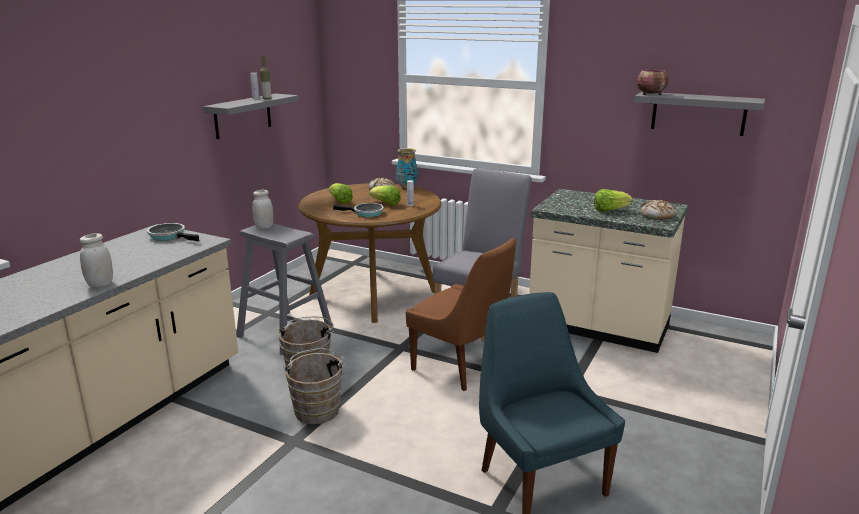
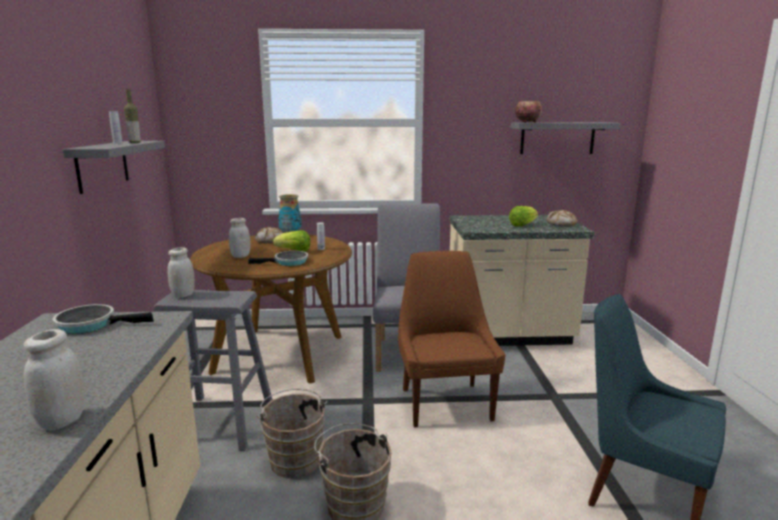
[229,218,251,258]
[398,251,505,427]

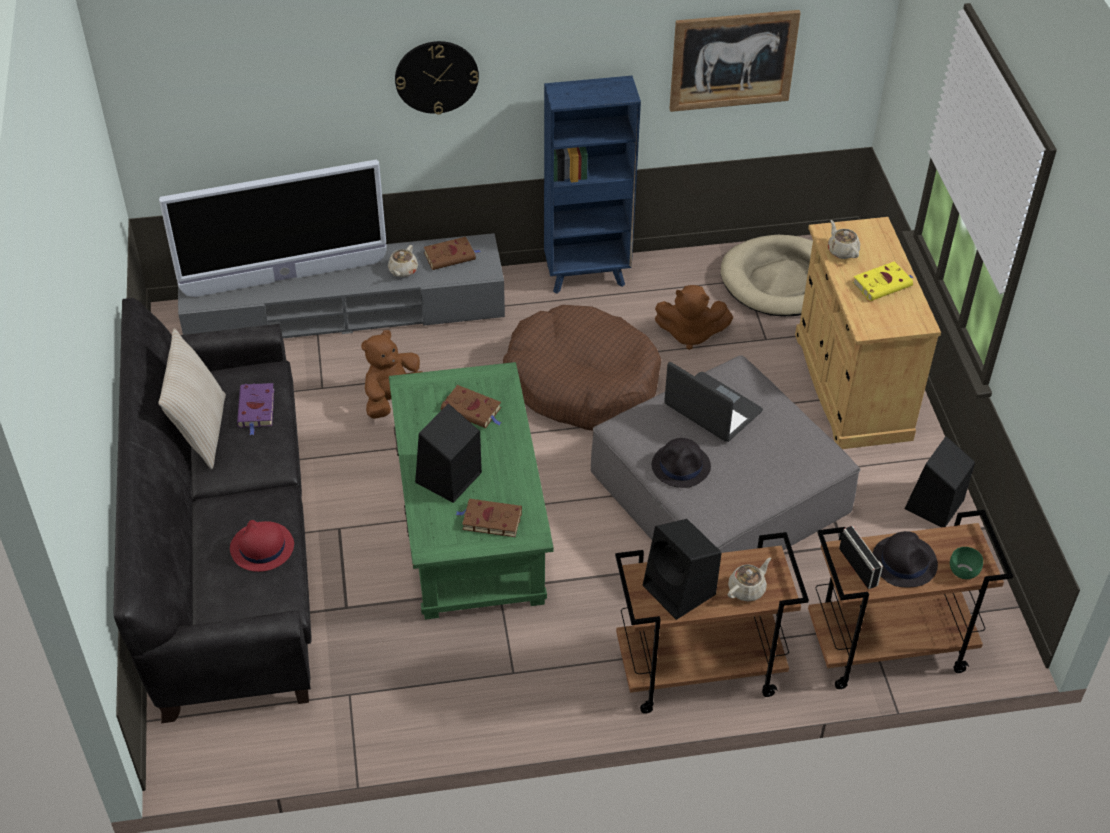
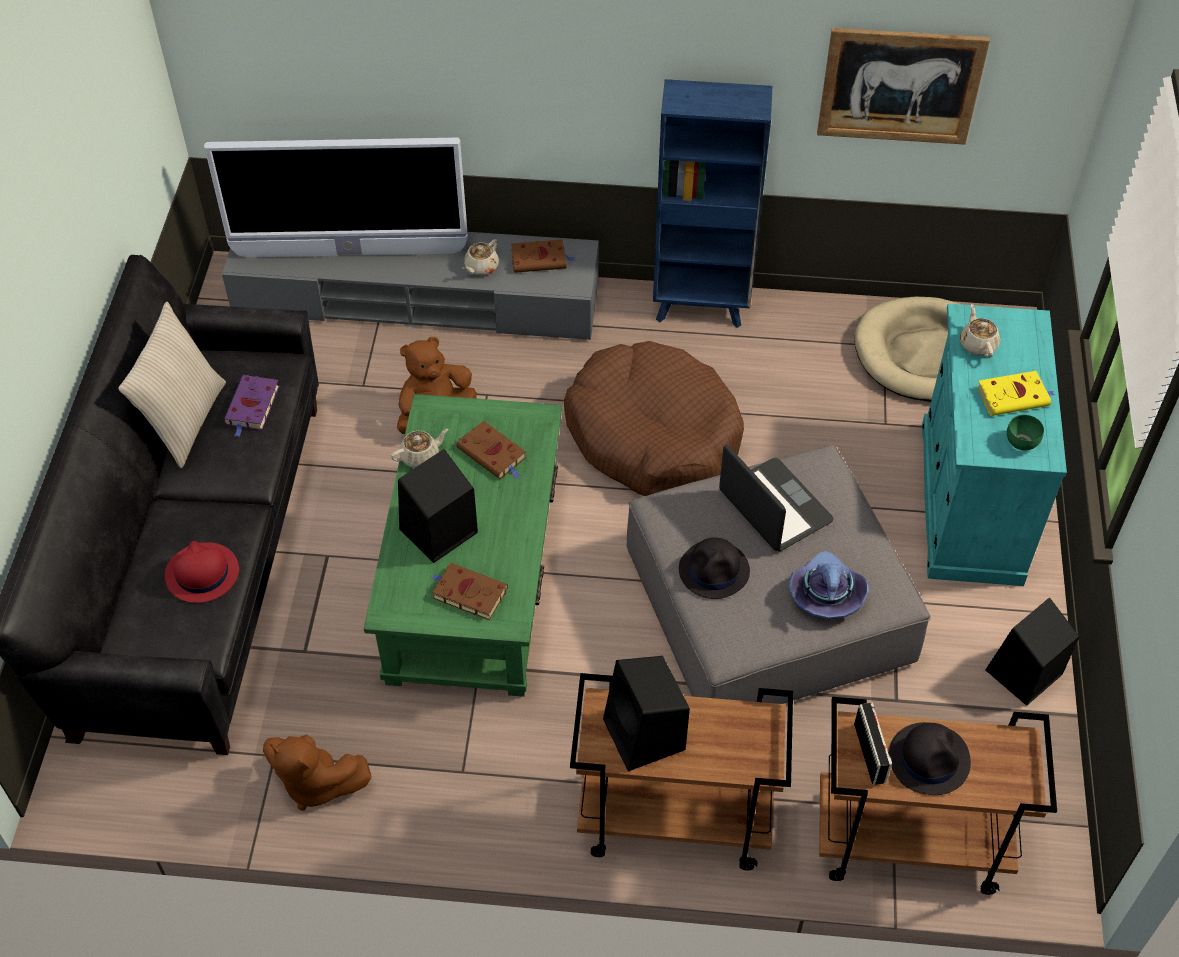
[395,41,479,115] (first image)
[789,551,869,619]
[263,735,372,811]
[391,429,449,468]
[1007,415,1044,451]
[922,304,1067,586]

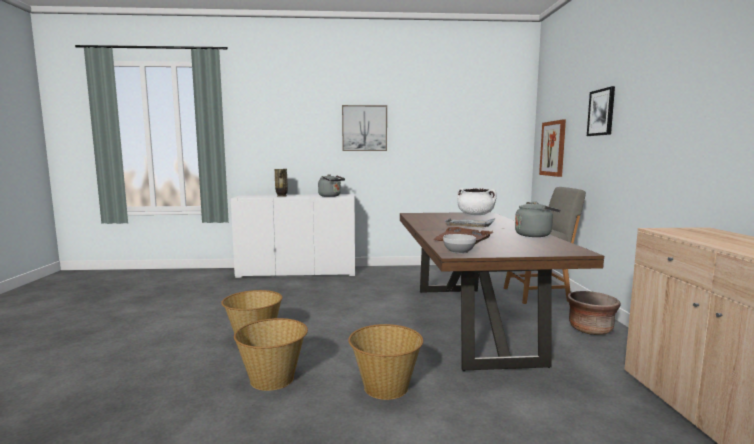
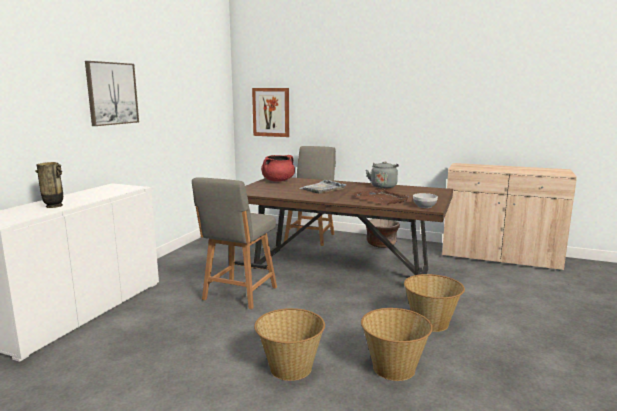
[318,174,345,197] (first image)
[587,86,615,136] (first image)
[192,177,277,309]
[261,155,295,182]

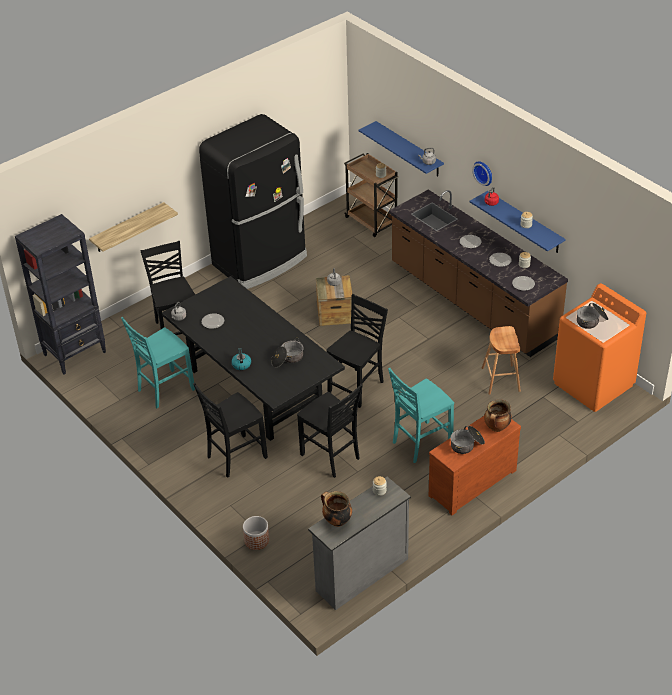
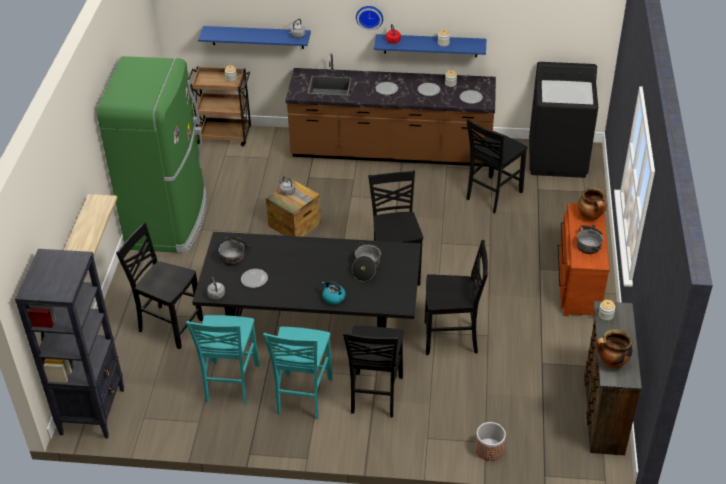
[263,327,333,419]
[218,236,250,266]
[466,119,527,213]
[97,56,207,253]
[584,301,642,455]
[529,62,598,178]

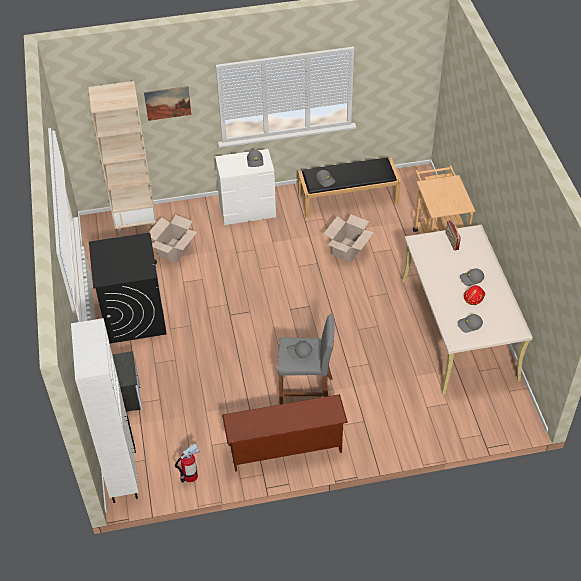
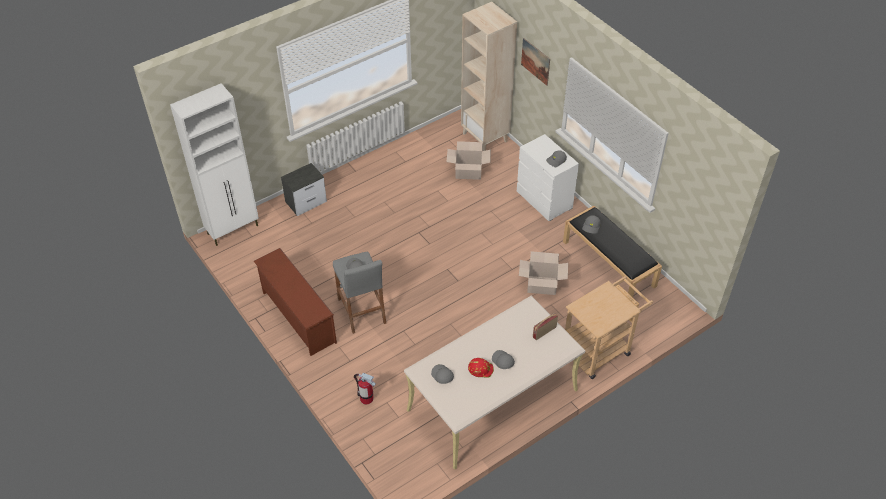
[89,233,167,344] (first image)
[354,373,376,405]

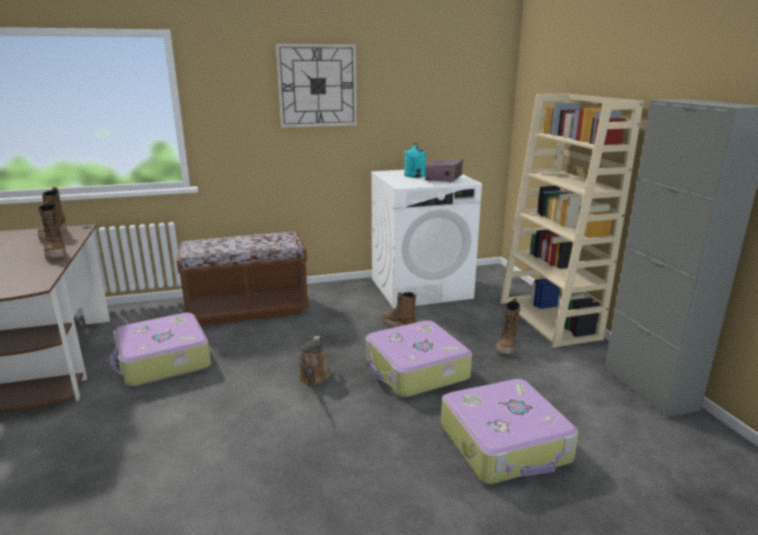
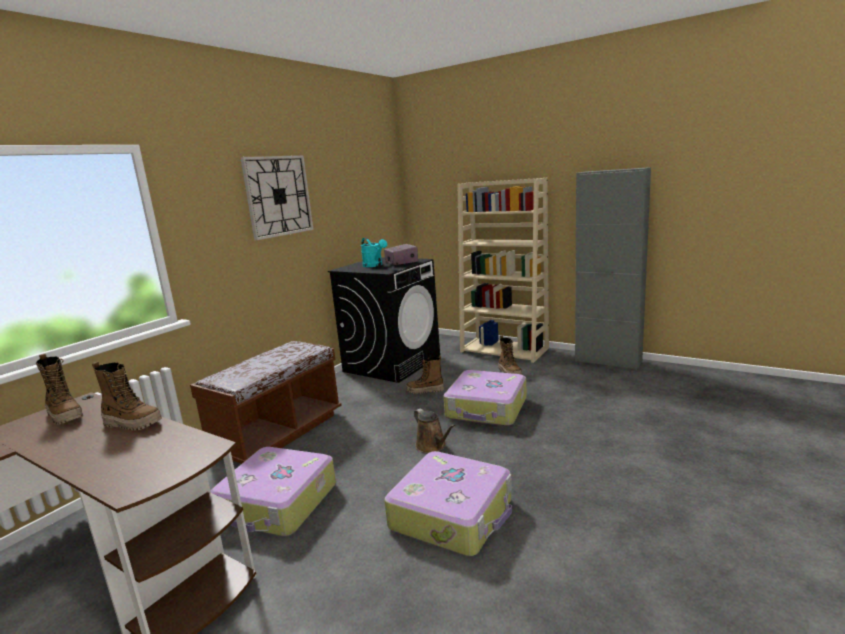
[385,451,512,556]
[328,257,440,383]

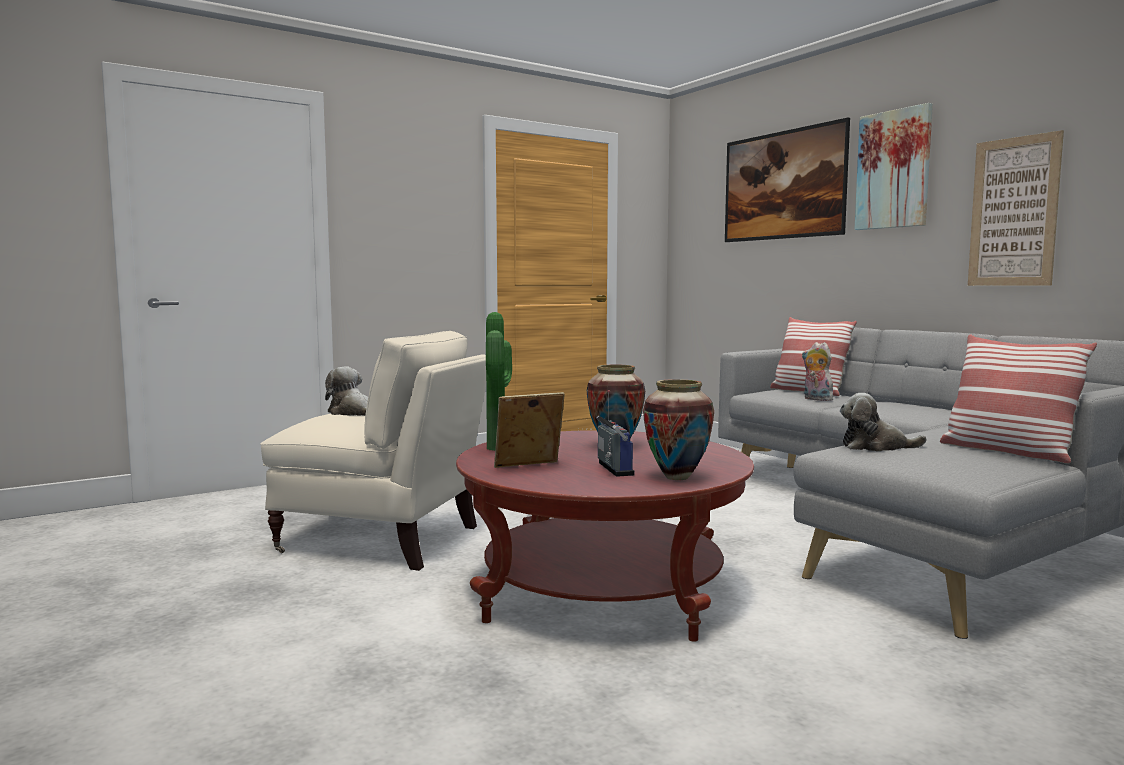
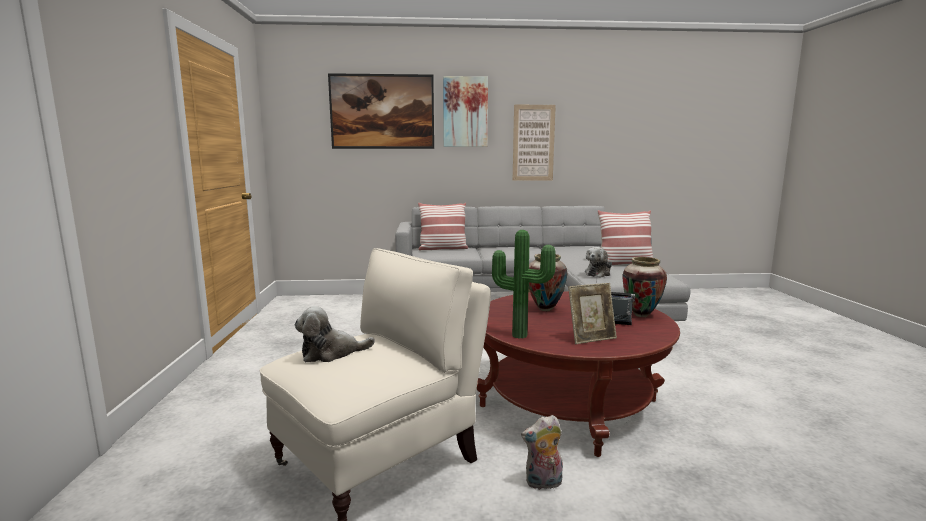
[521,415,563,490]
[568,283,617,344]

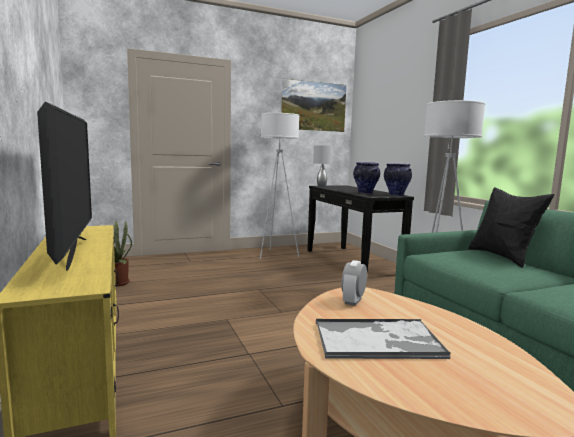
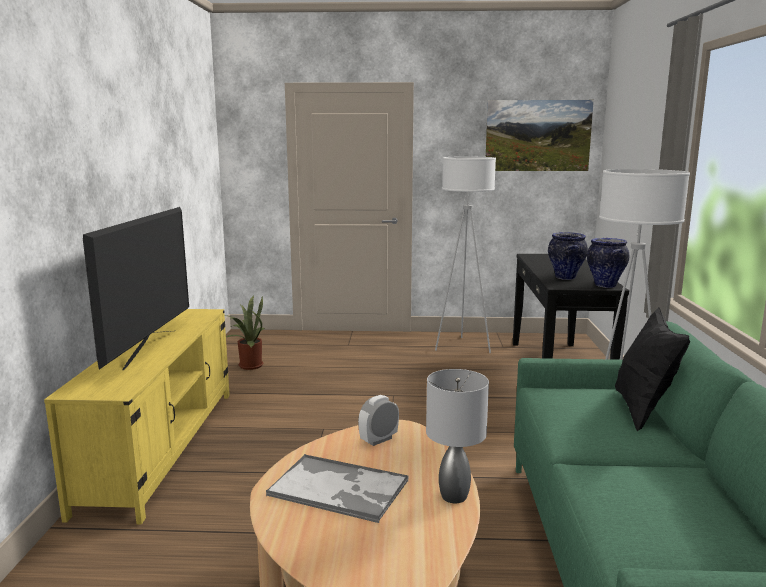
[426,369,489,503]

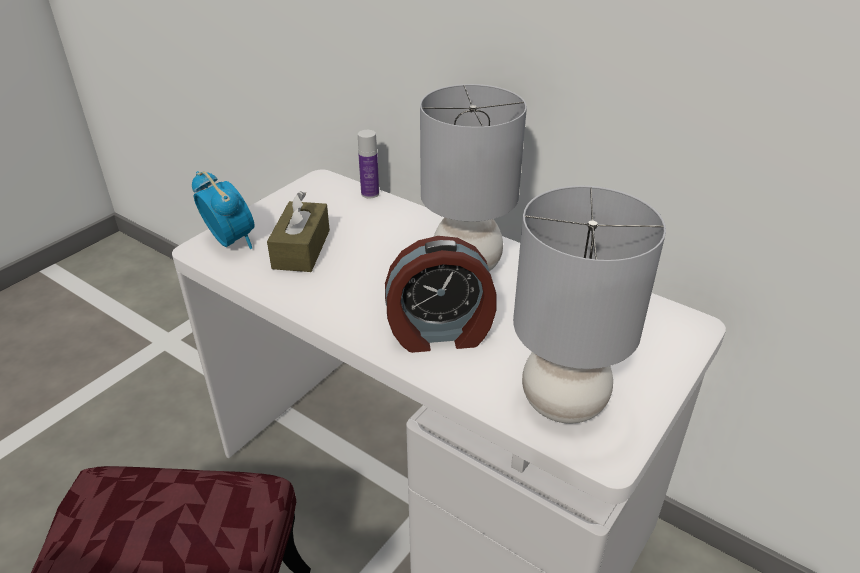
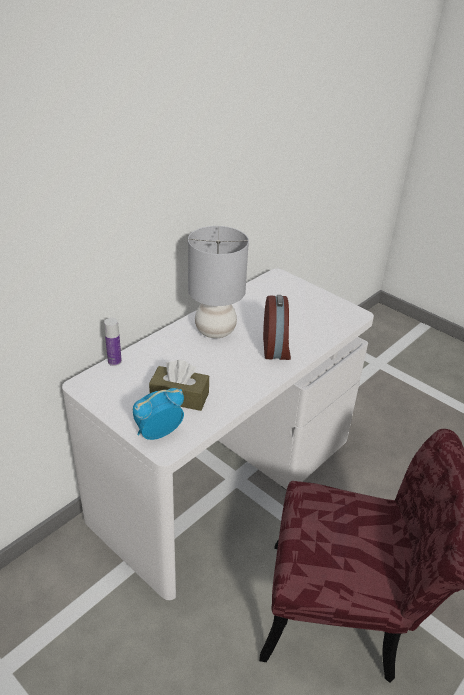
[513,186,666,424] (first image)

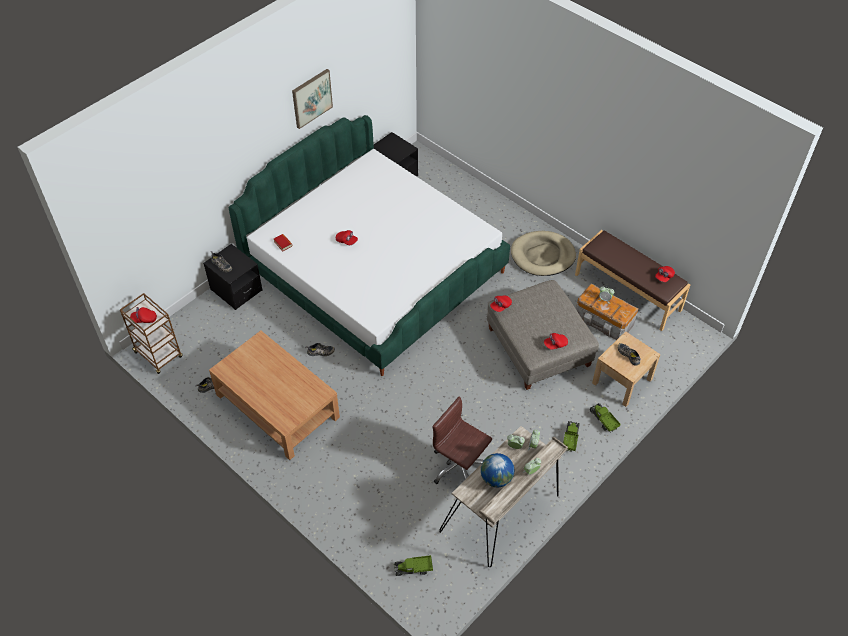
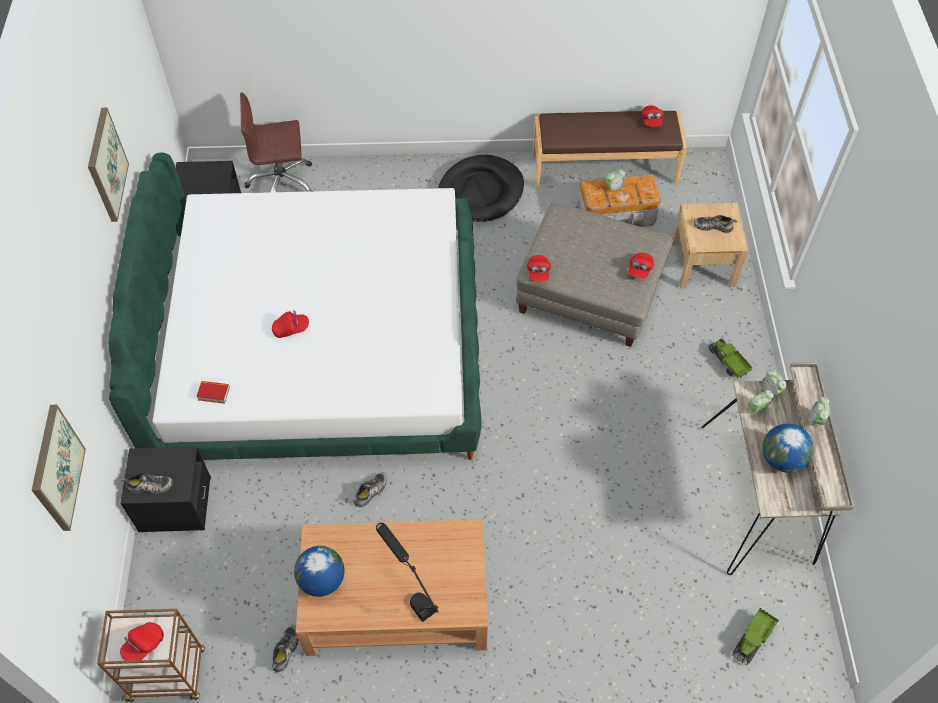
[590,403,621,432] (first image)
[31,405,86,531]
[294,546,345,597]
[376,523,439,622]
[240,92,312,192]
[438,155,524,222]

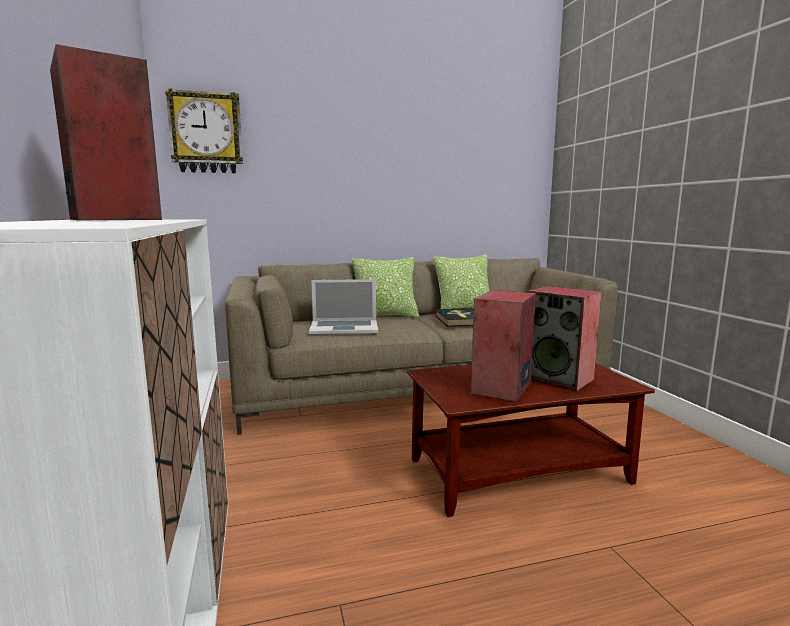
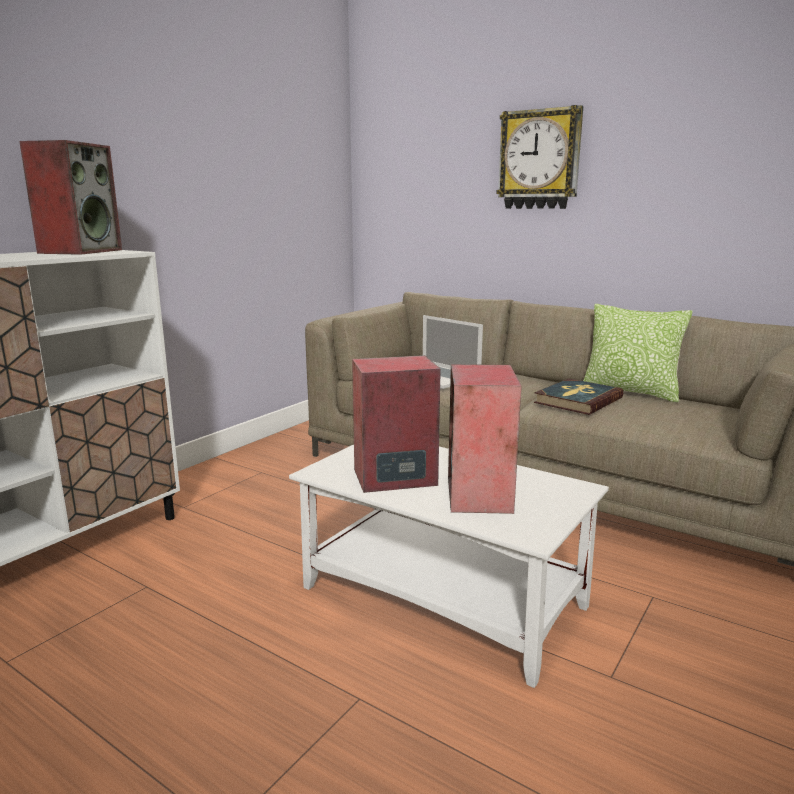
[352,257,419,317] (first image)
[496,105,583,209]
[289,444,609,688]

